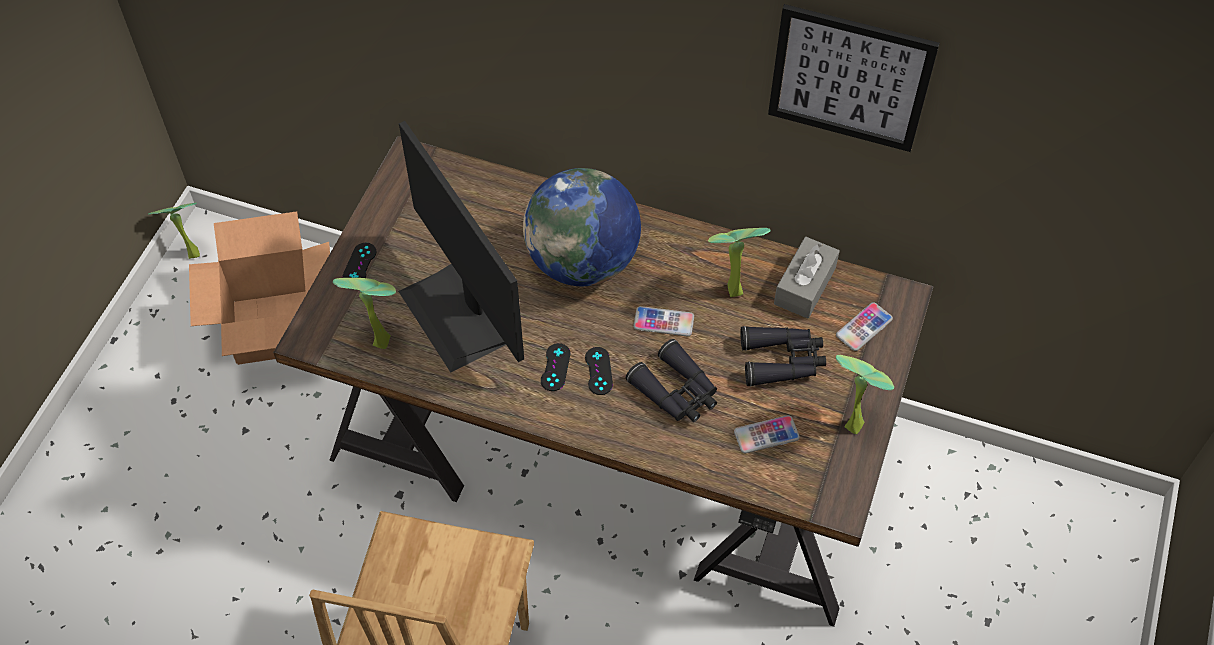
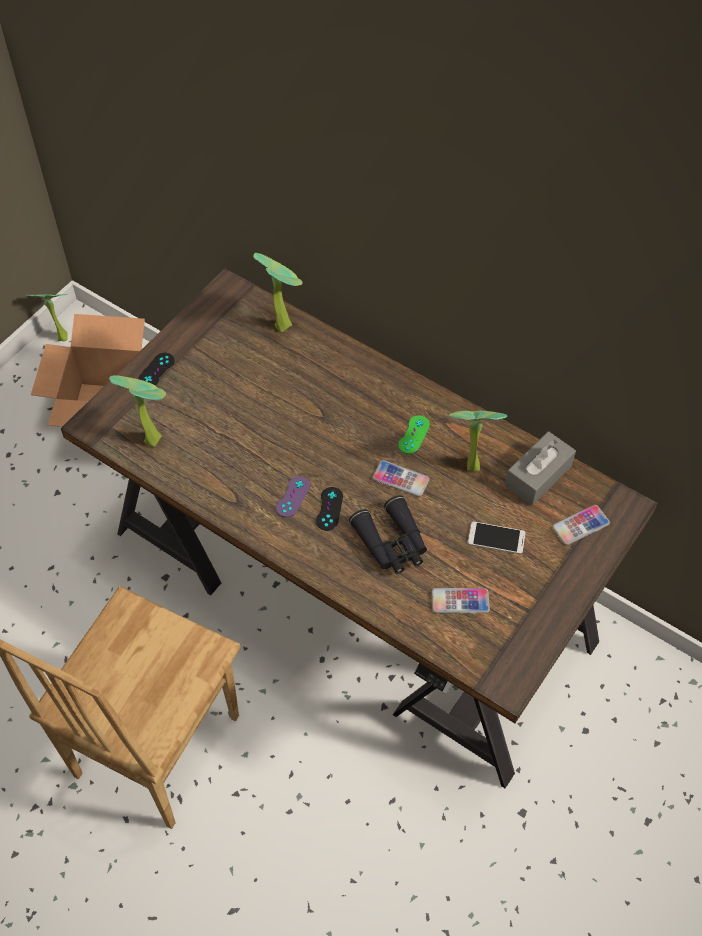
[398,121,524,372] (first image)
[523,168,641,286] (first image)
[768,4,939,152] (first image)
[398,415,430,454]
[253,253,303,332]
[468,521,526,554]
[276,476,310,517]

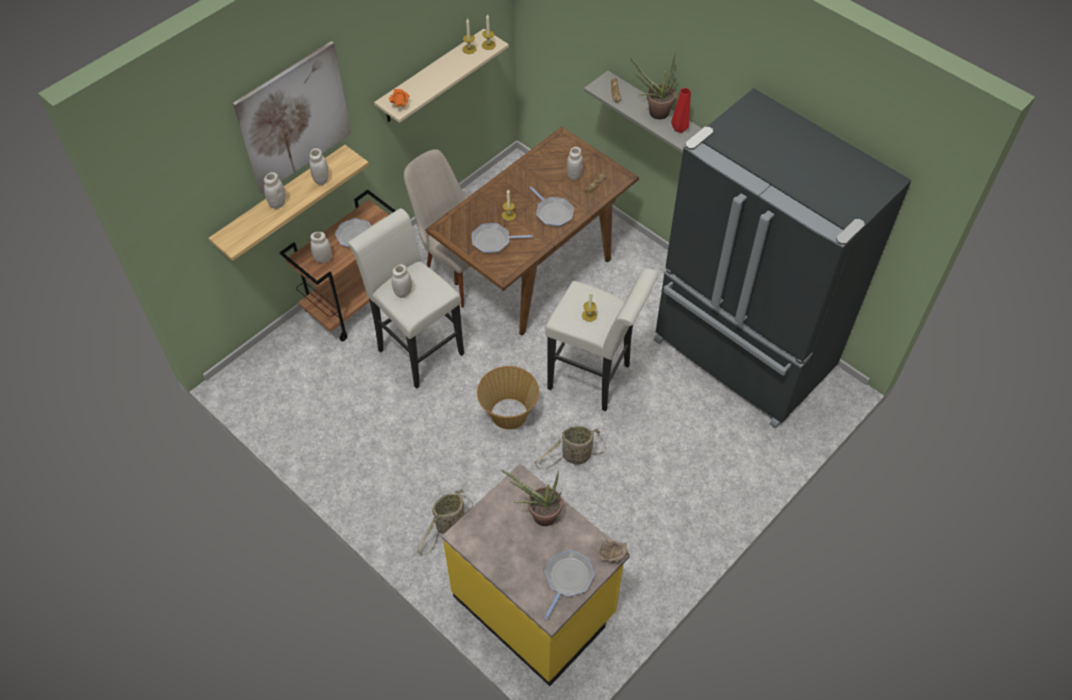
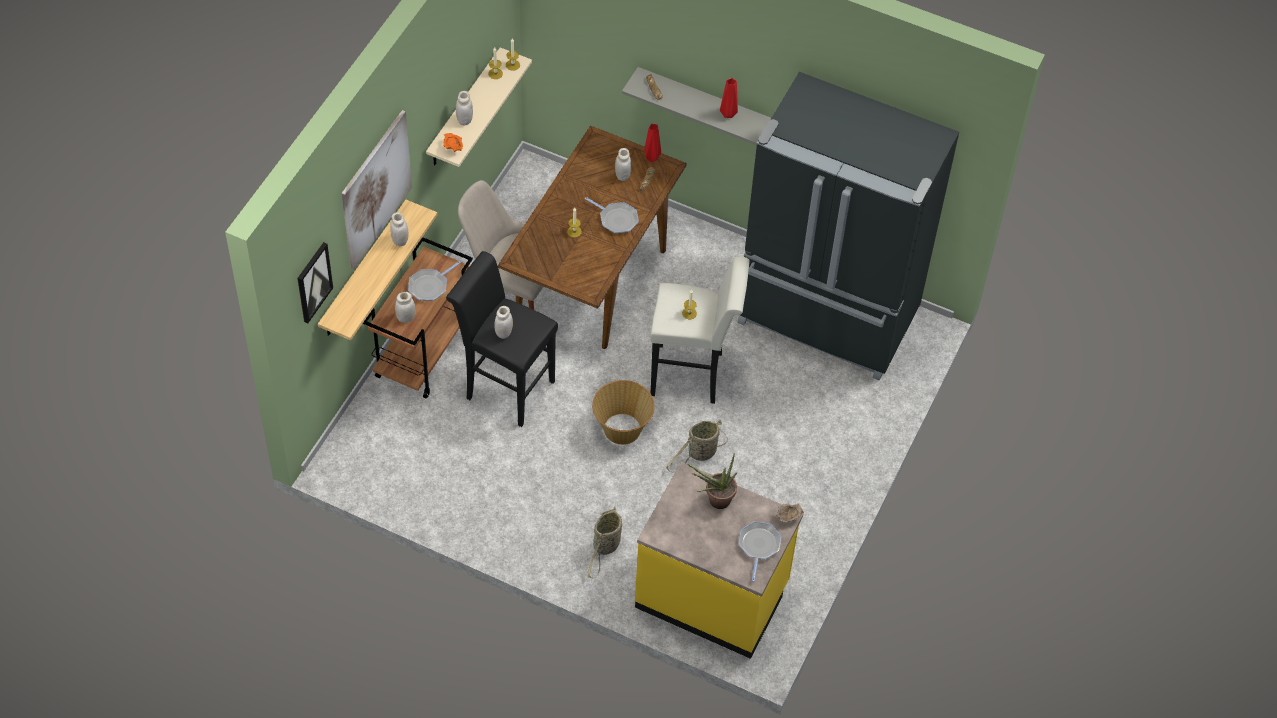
[472,223,533,253] (first image)
[630,52,677,120] (first image)
[297,242,333,323]
[644,124,661,162]
[456,91,473,125]
[446,251,558,427]

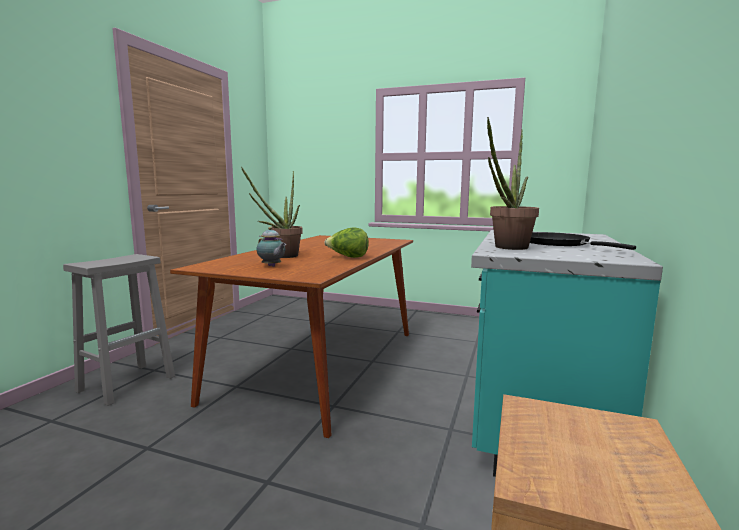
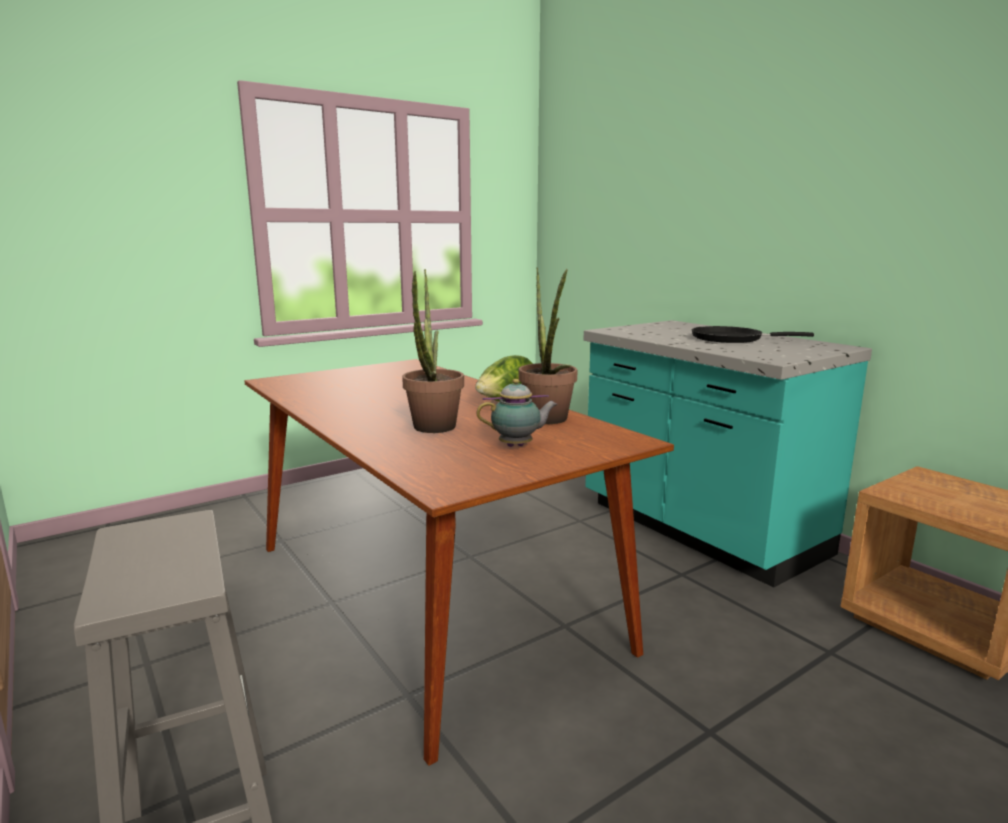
[519,267,578,424]

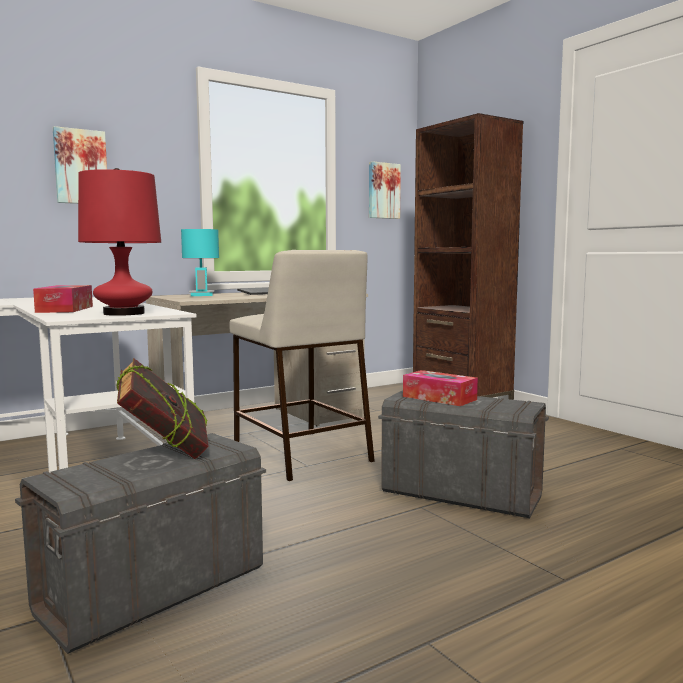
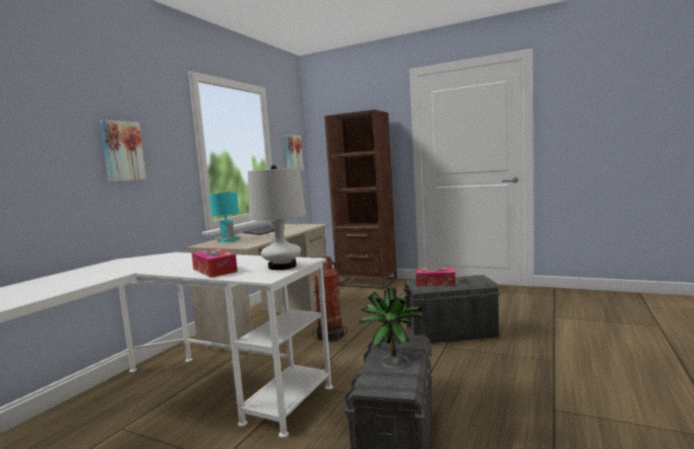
[359,288,425,356]
[313,256,347,342]
[248,165,306,270]

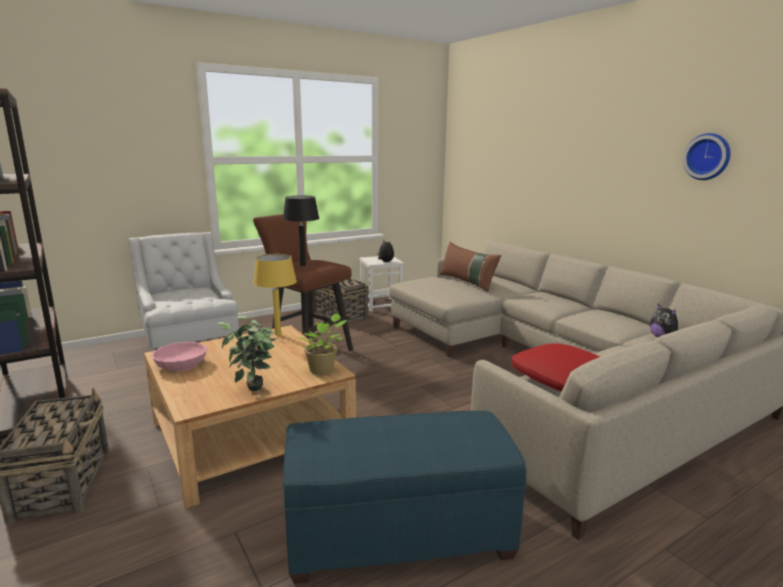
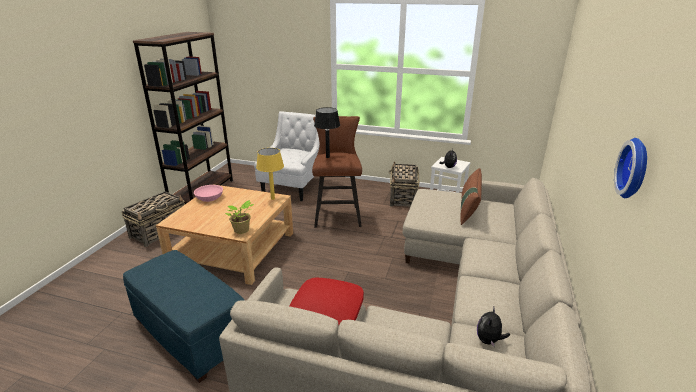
[218,316,278,391] (first image)

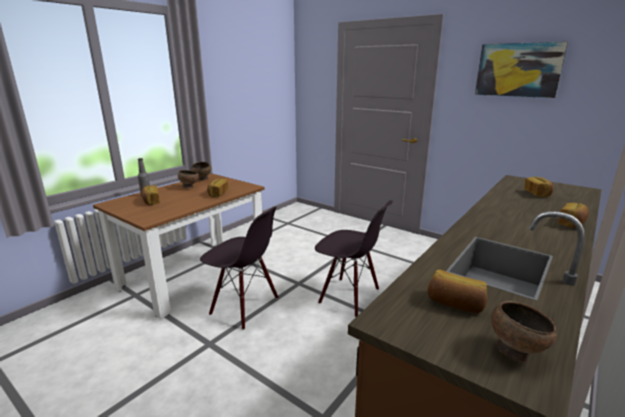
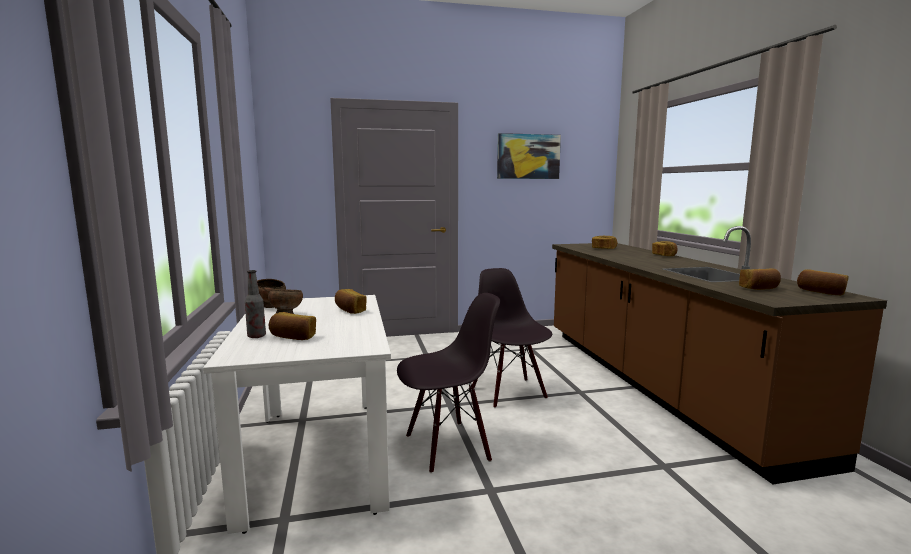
[797,269,849,295]
[203,295,391,534]
[473,268,552,408]

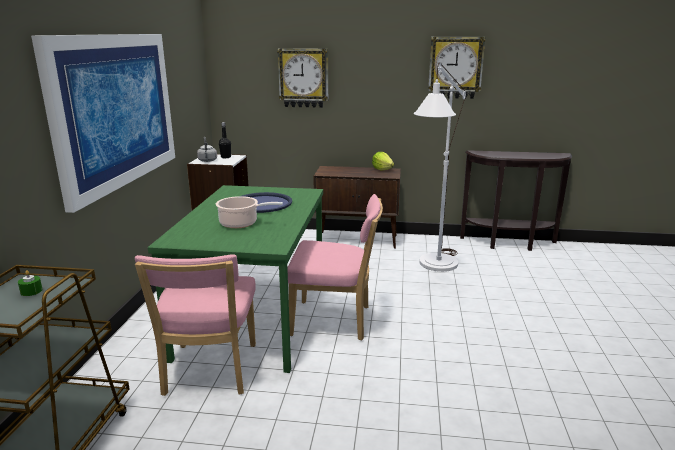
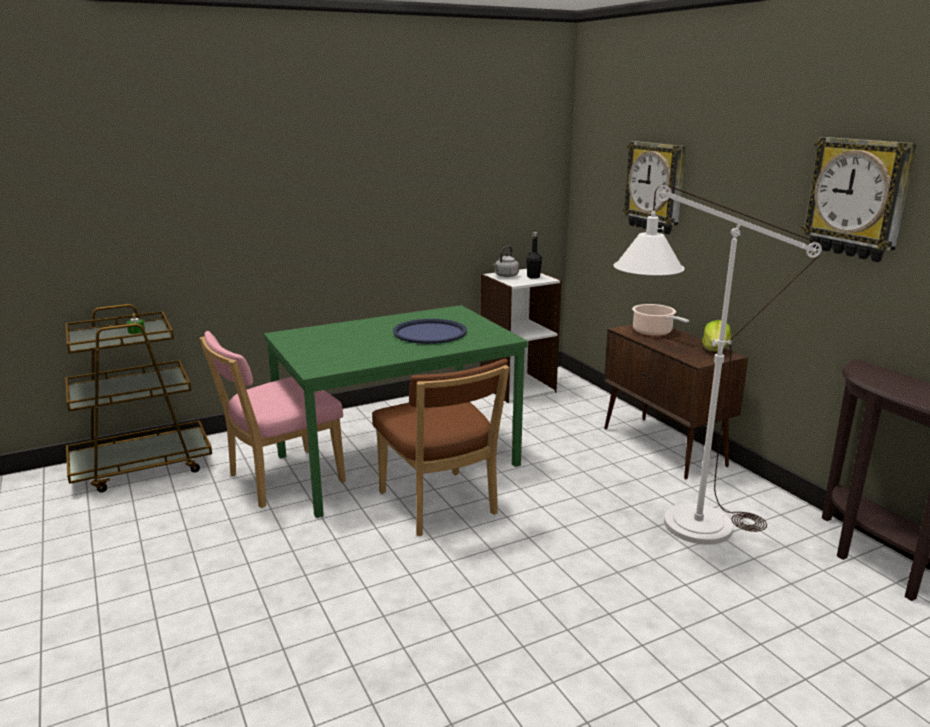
[31,34,175,213] (first image)
[632,304,689,336]
[373,359,510,536]

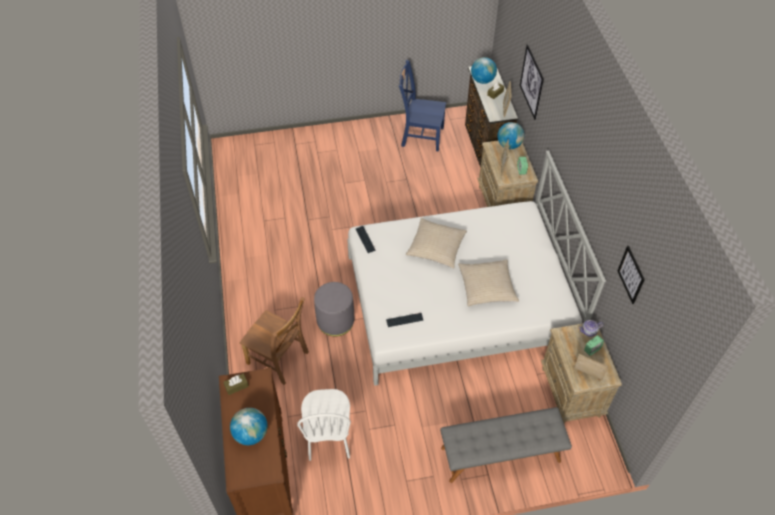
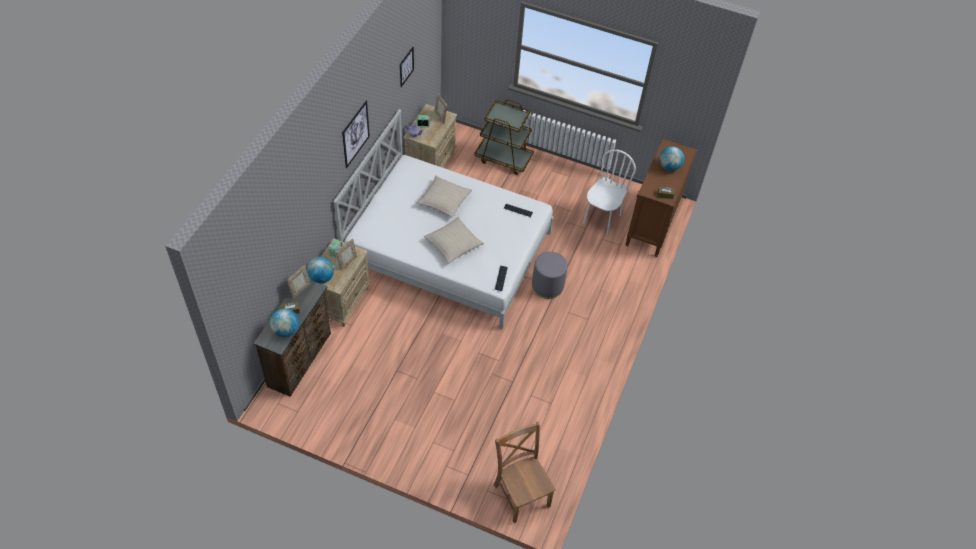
[399,60,446,151] (first image)
[493,421,556,523]
[342,100,370,168]
[474,99,534,175]

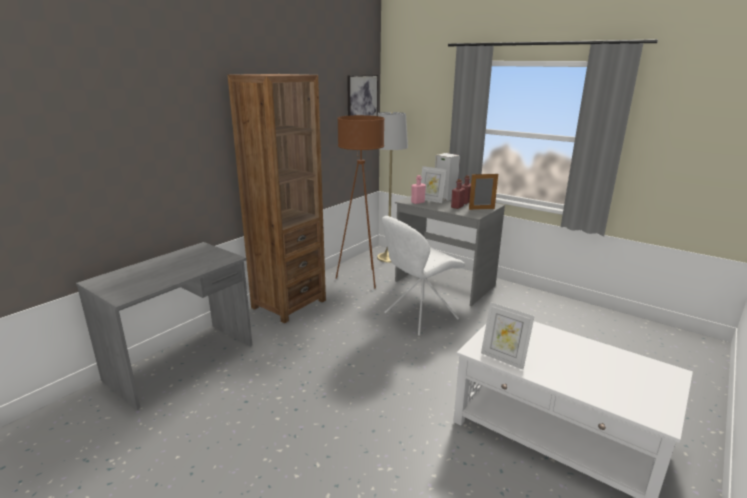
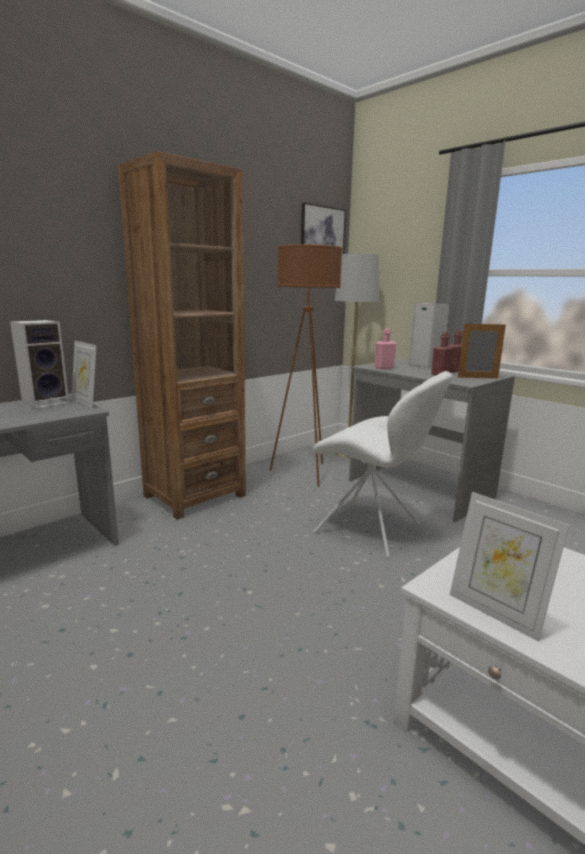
[10,320,69,410]
[71,341,97,408]
[313,371,452,558]

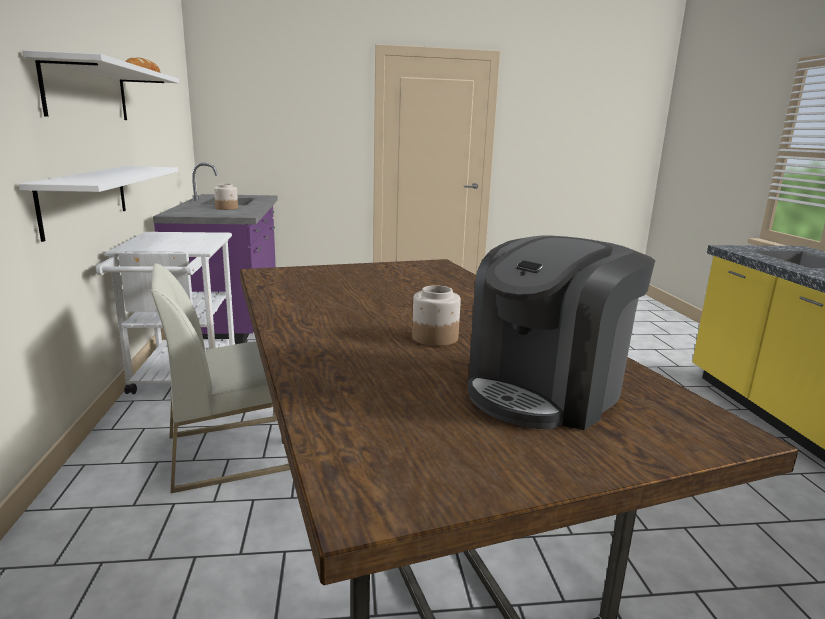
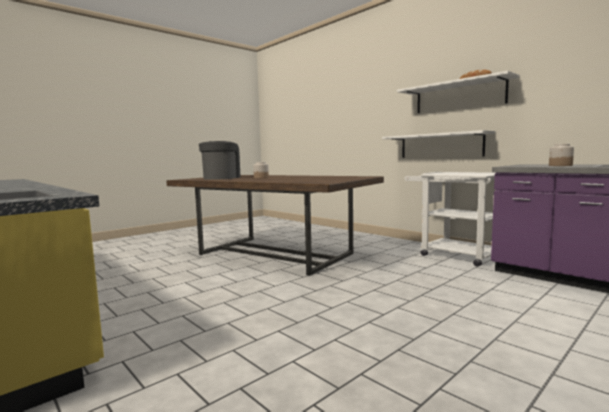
[151,263,290,493] (first image)

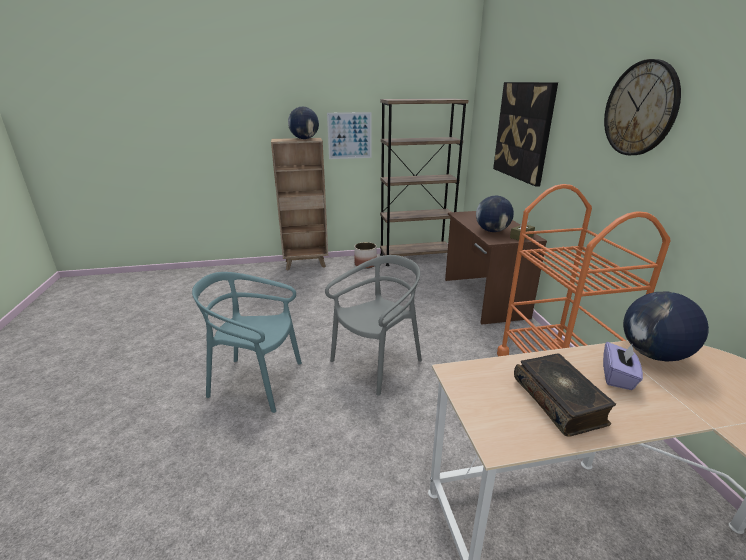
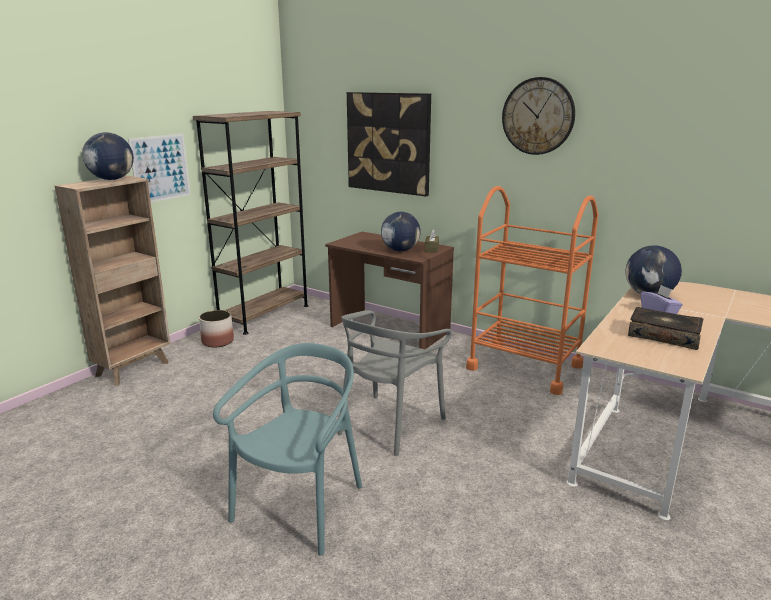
[213,343,362,556]
[338,310,452,456]

